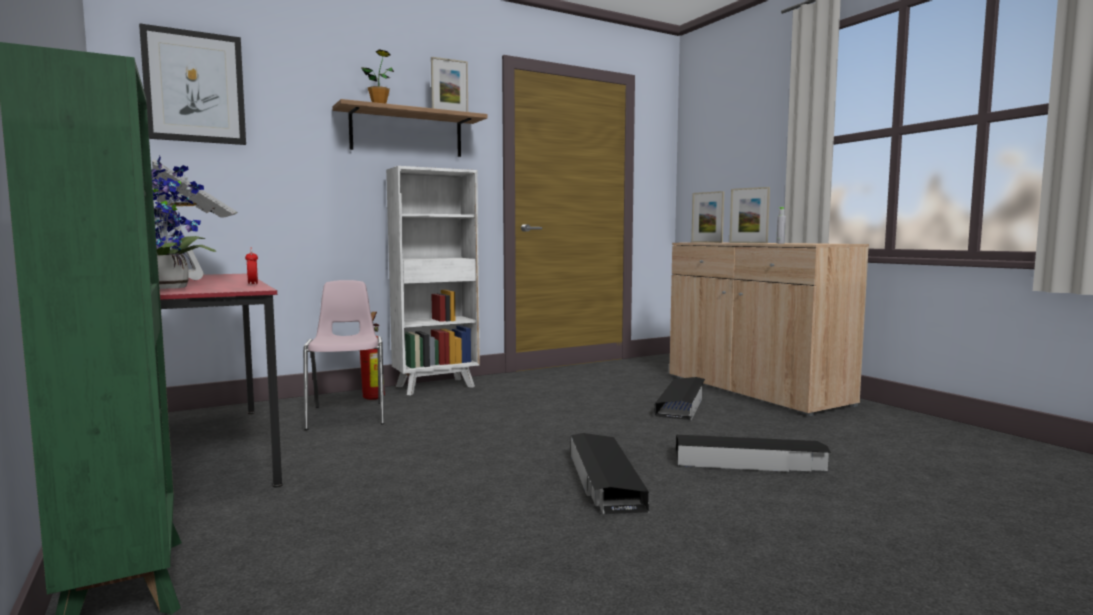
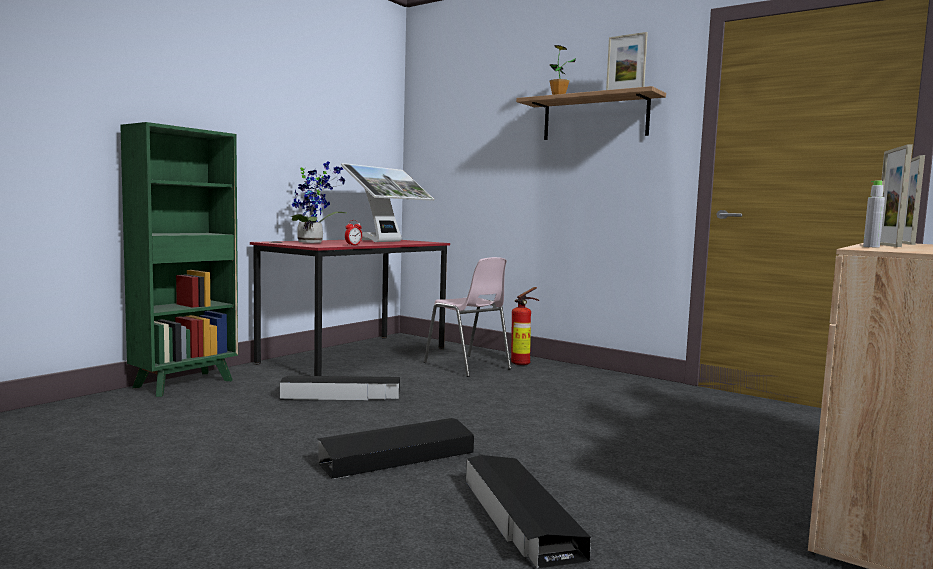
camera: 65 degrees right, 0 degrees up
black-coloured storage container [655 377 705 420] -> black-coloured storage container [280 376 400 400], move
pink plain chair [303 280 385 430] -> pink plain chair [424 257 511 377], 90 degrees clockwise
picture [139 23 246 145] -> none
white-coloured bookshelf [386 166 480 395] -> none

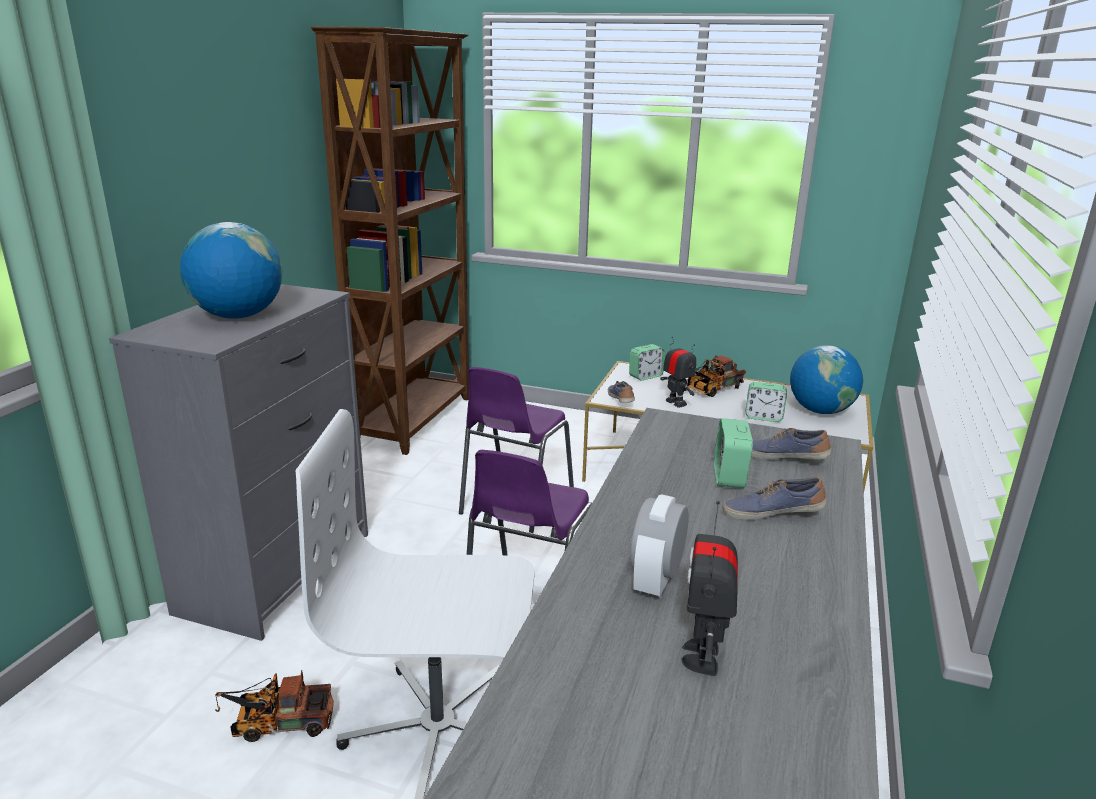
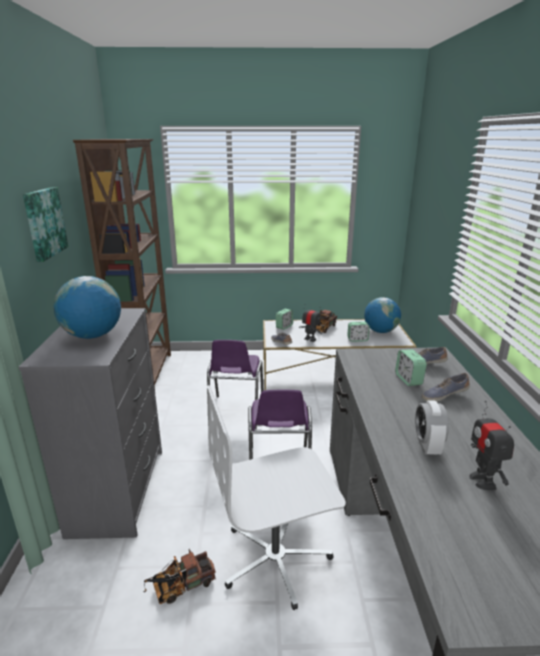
camera: 20 degrees left, 0 degrees up
none -> picture [23 187 68 262]

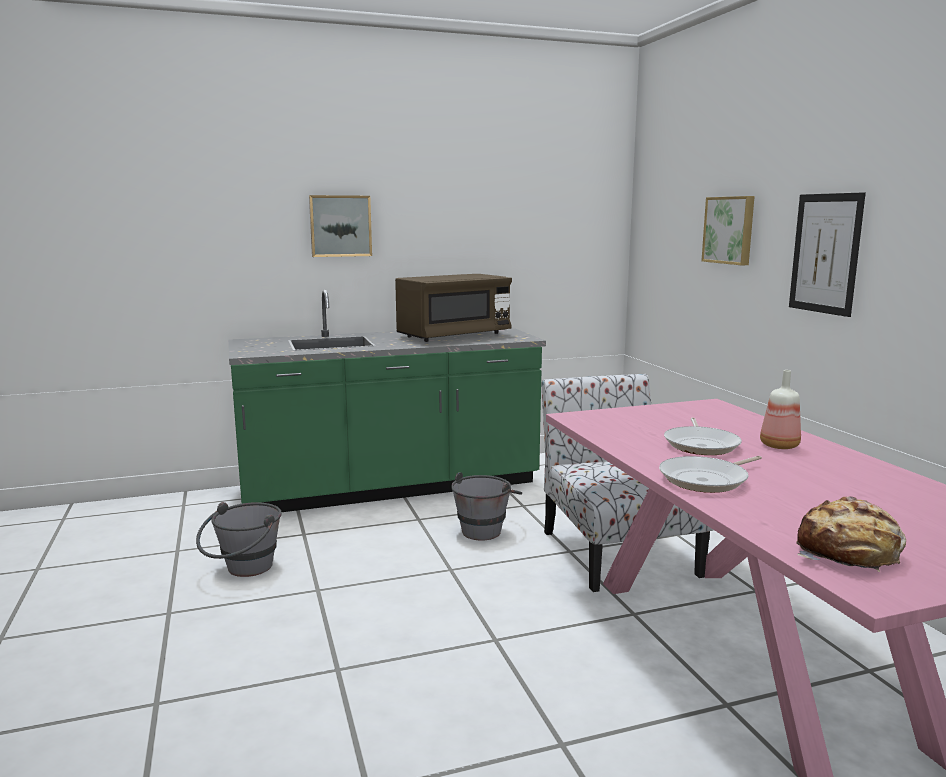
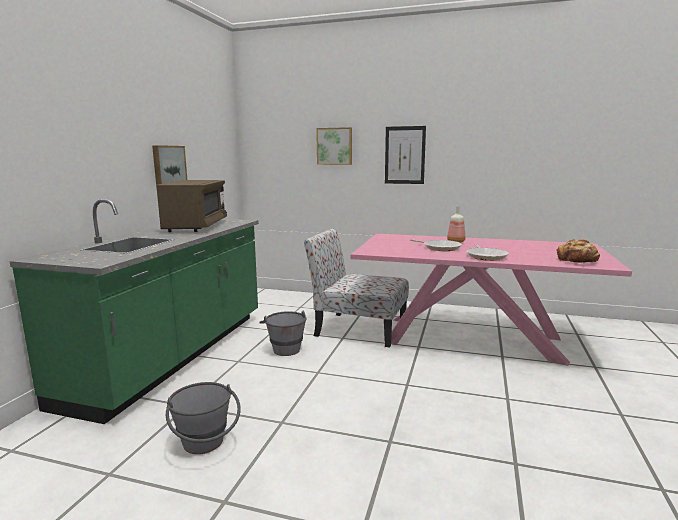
camera: 55 degrees left, 0 degrees up
picture [309 195 372 257] -> picture [152 145 187 188], move

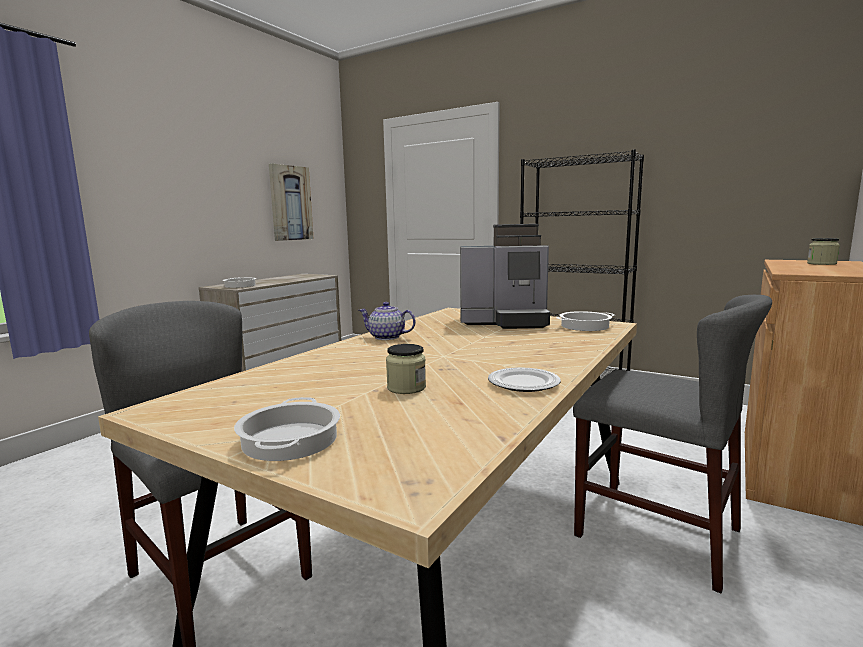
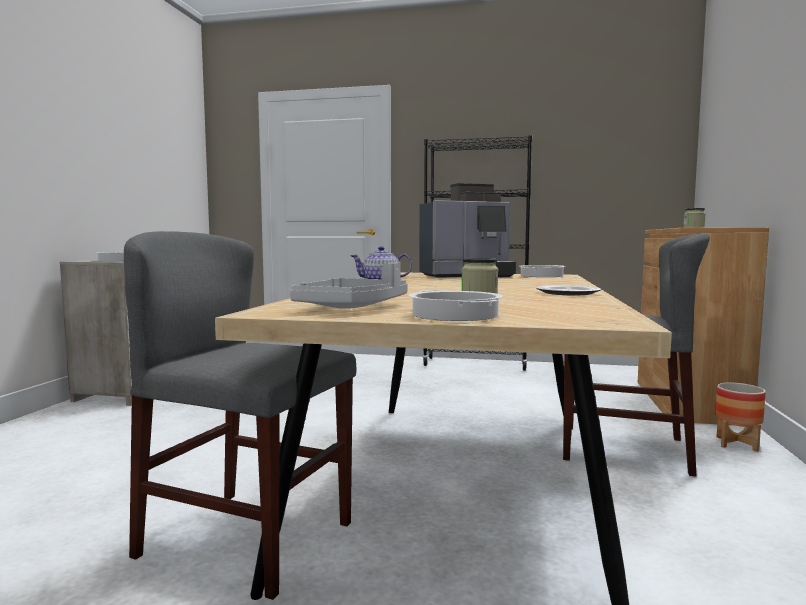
camera: 20 degrees left, 5 degrees down
none -> grey tray [290 262 408 309]
none -> planter [715 383 766 452]
picture [269 163 314 241] -> none

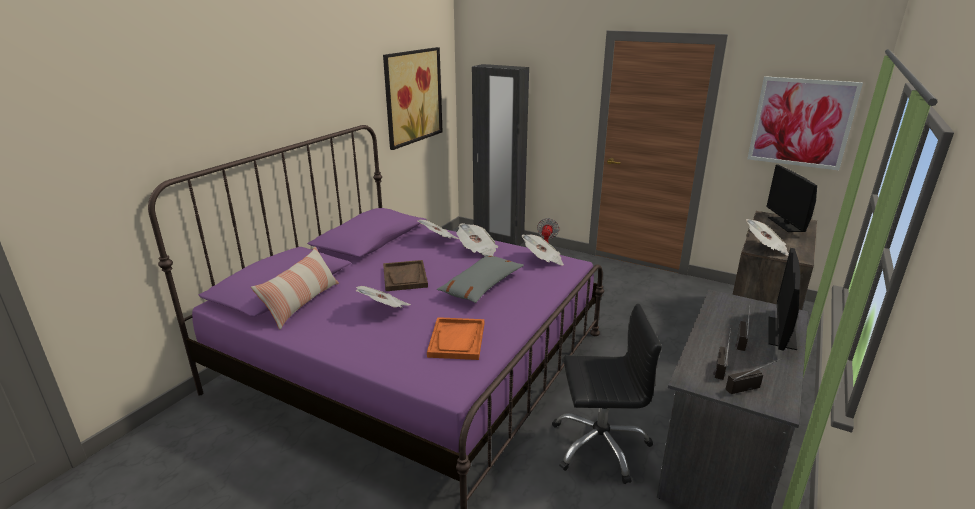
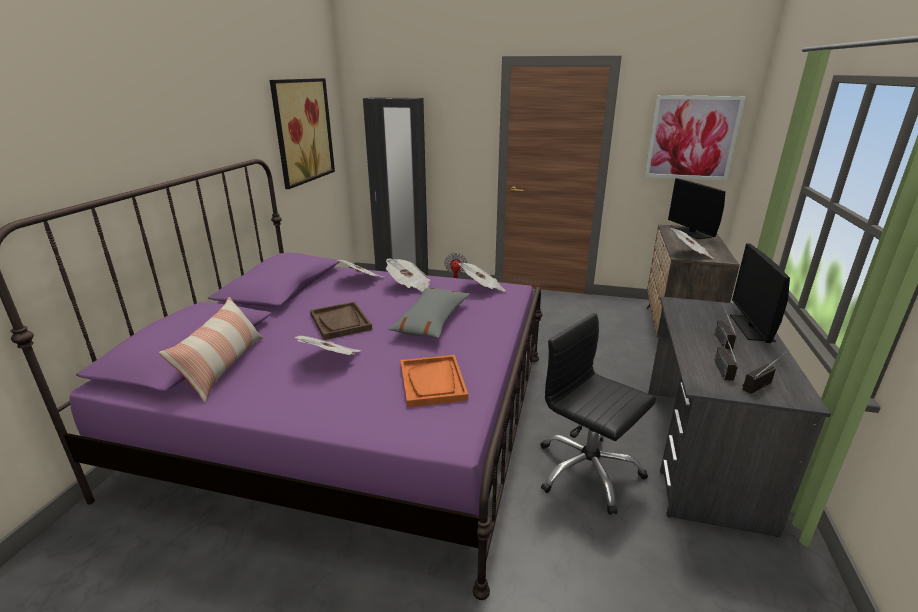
camera: 15 degrees left, 0 degrees up
black-coloured computer chair [552 304 662 484] -> black-coloured computer chair [540 313 656 515], 120 degrees counterclockwise

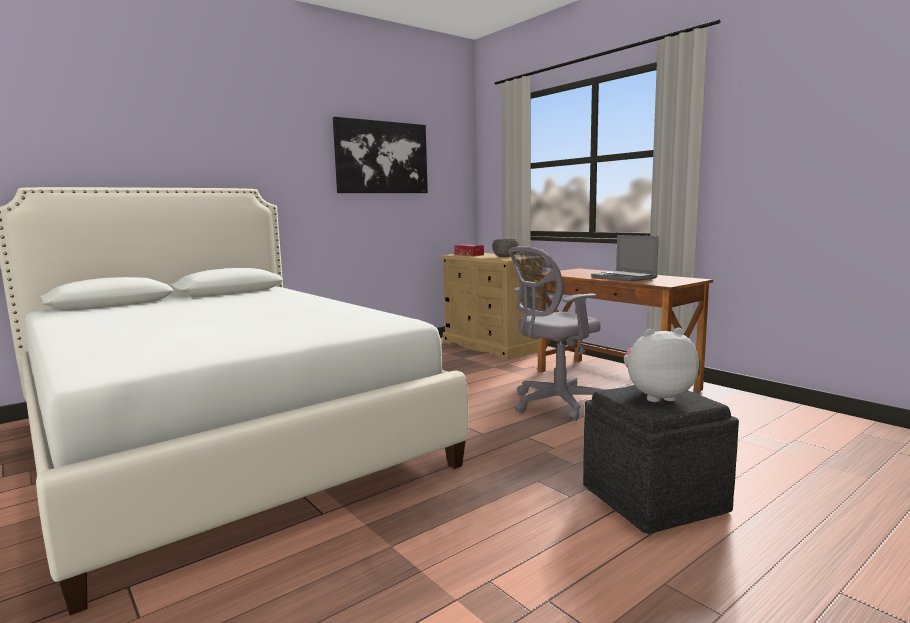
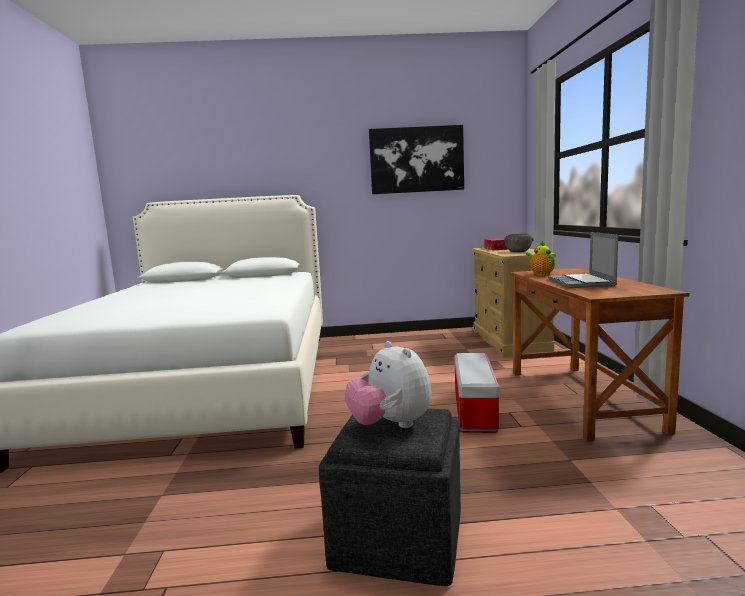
camera: 35 degrees right, 0 degrees up
plush toy [624 328 699 402] -> plush toy [345 341 432 428], 150 degrees counterclockwise
grey computer chair [508 246 607 421] -> storage container [454 353 499 433]
none -> teapot [526 241 555 275]

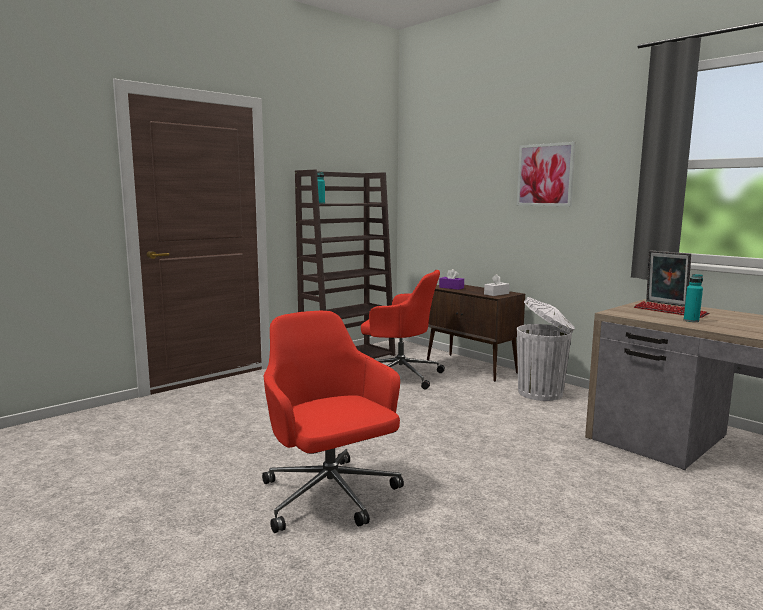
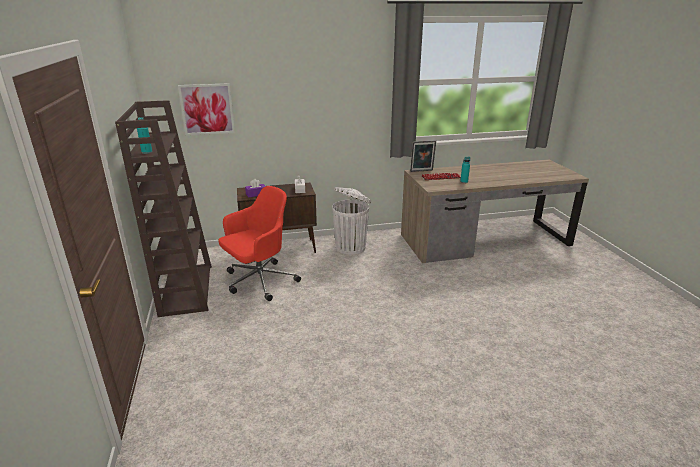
camera: 60 degrees left, 15 degrees up
picture [517 142 576 206] -> picture [178 83 235 135], move
reddish computer chair [262 311 404 533] -> none

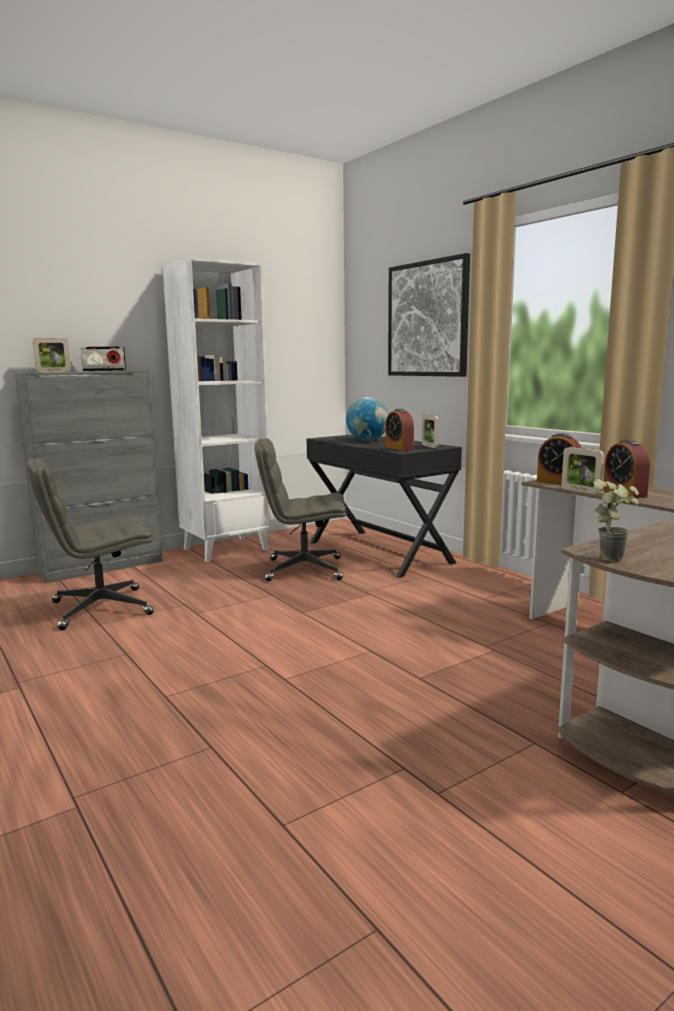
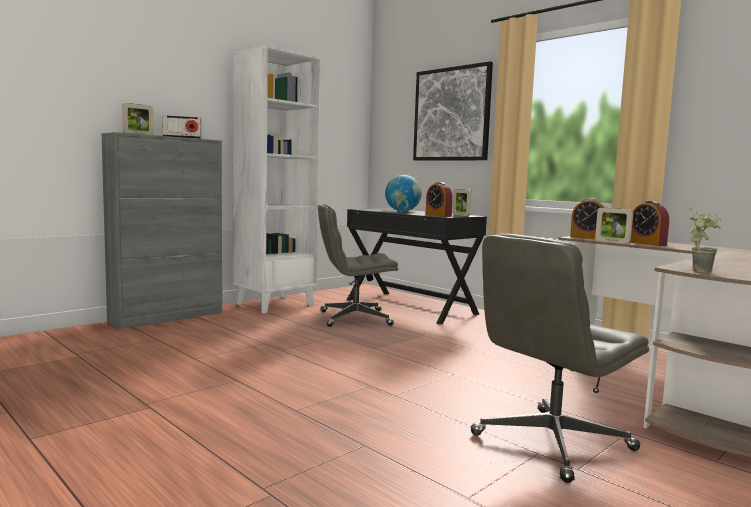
camera: 10 degrees left, 5 degrees down
grey computer chair [27 458 154 630] -> grey computer chair [471 234 649 483], move

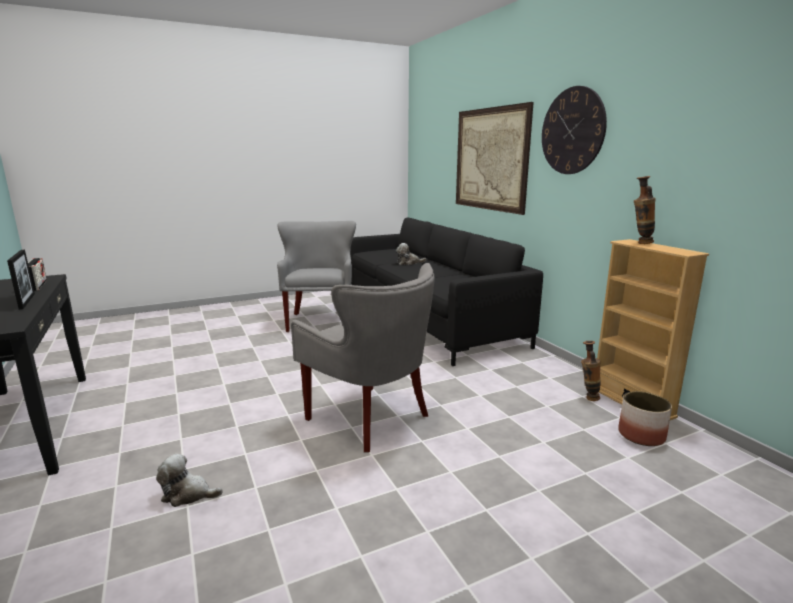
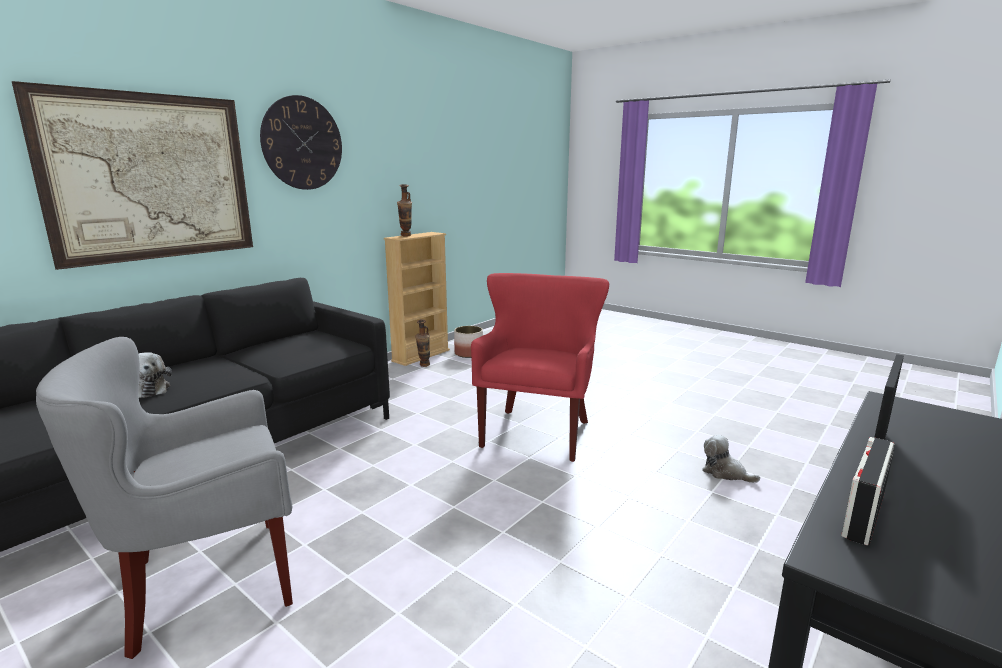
camera: 115 degrees left, 0 degrees up
grey armchair [291 263 435 452] -> reddish armchair [471 273 609 462]
plush toy [156 454 223 507] -> plush toy [702 434 760 483], 150 degrees clockwise

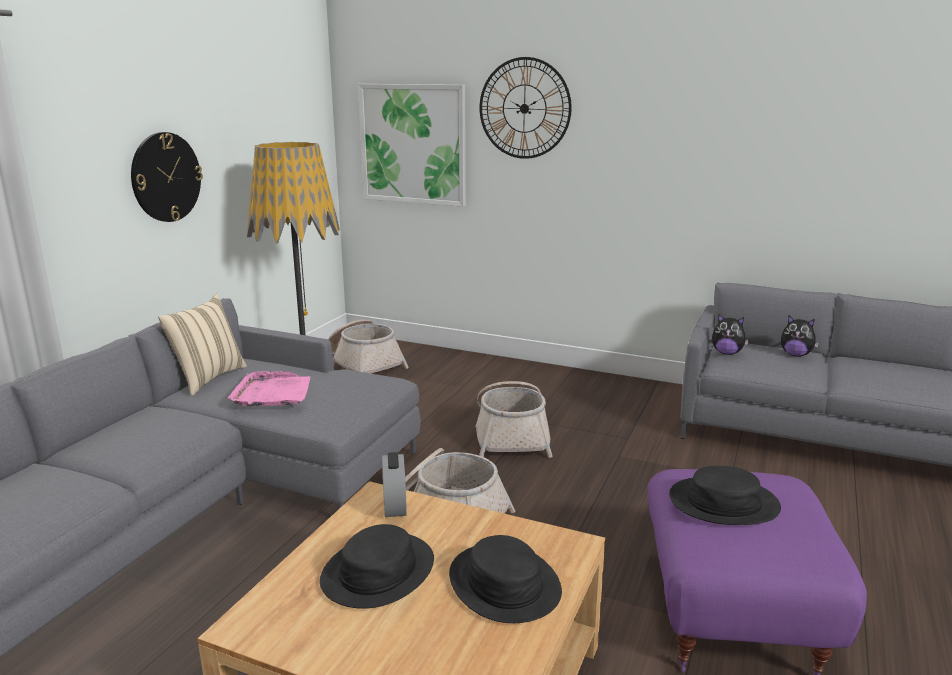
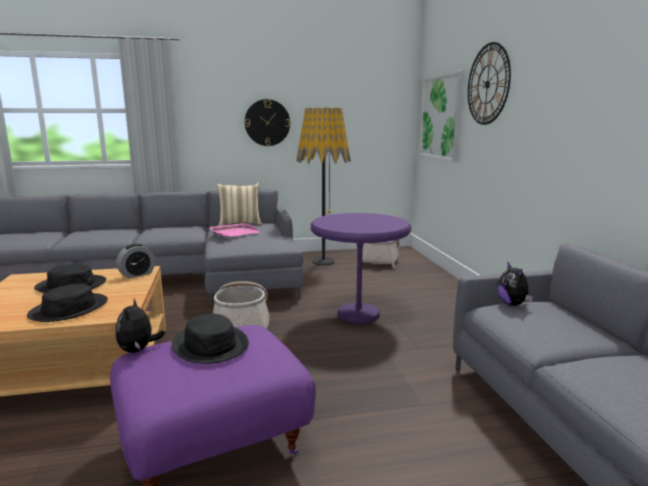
camera: 55 degrees right, 5 degrees down
plush toy [781 316 819 357] -> plush toy [115 299 165 353], move
basket [475 381 553 458] -> purple-coloured end table [311 213 411 324]

